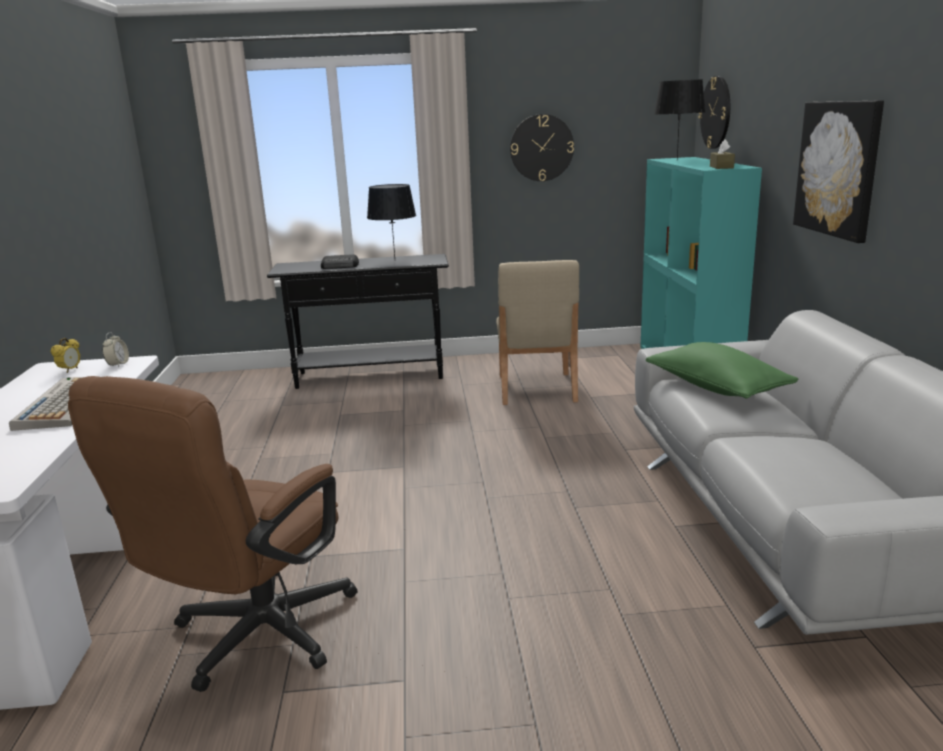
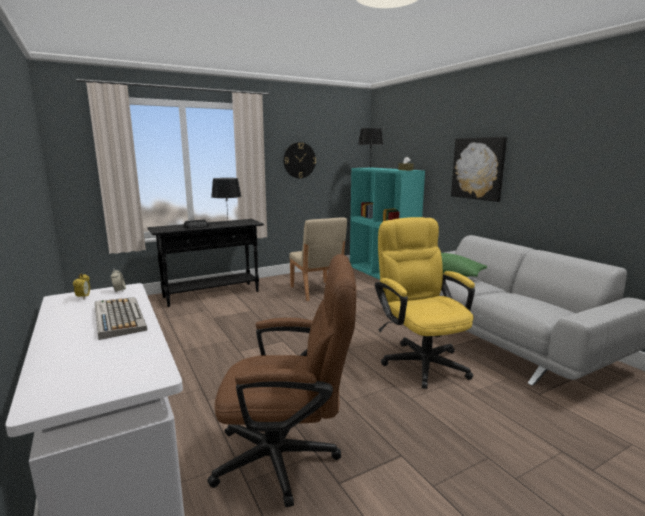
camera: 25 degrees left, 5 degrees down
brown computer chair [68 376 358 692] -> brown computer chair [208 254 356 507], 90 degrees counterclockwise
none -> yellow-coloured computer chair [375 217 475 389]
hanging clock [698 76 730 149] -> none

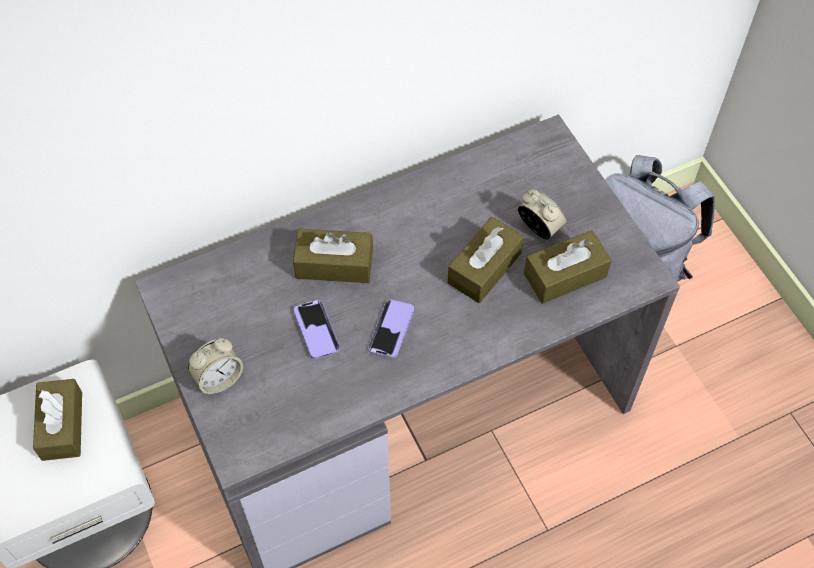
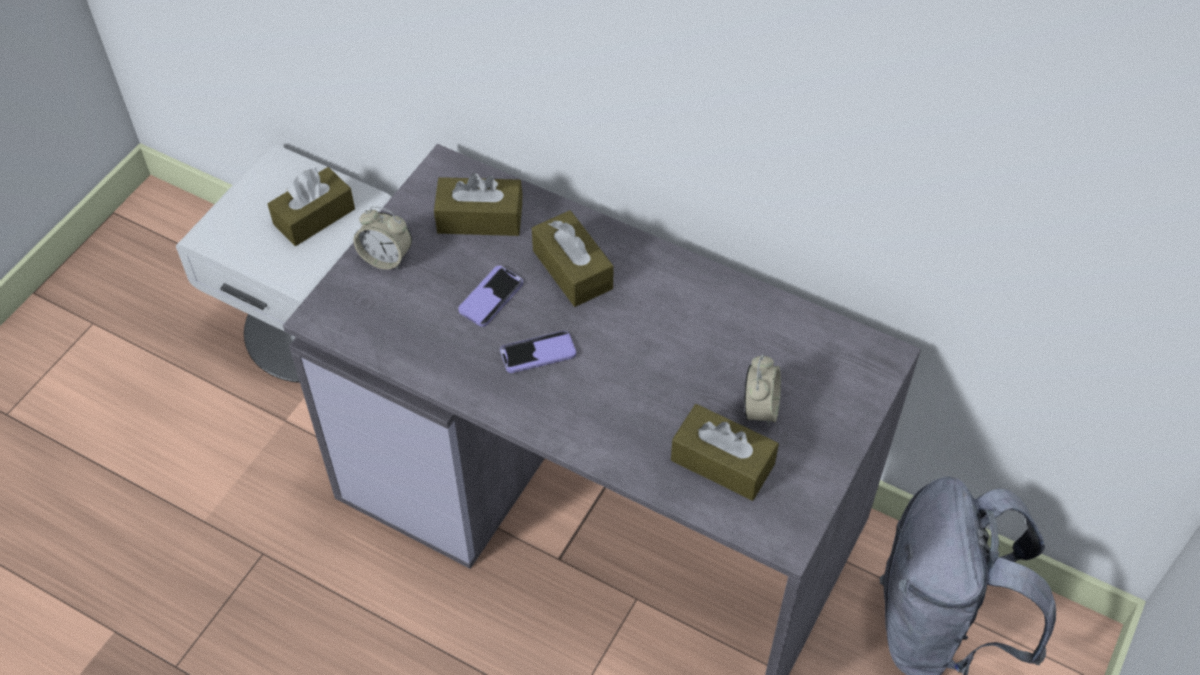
camera: 55 degrees right, 5 degrees down
brown tissue box [447 217 524 303] -> brown tissue box [434 173 523 236], move

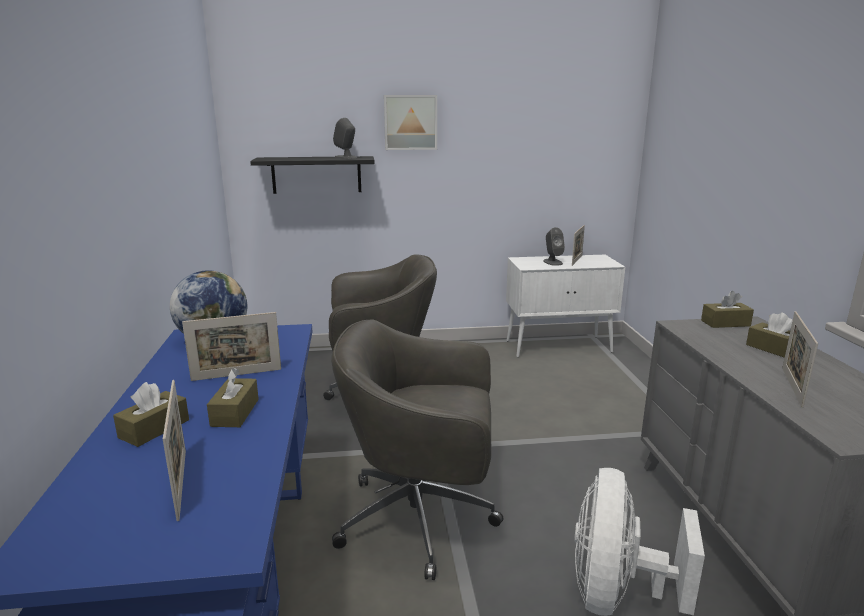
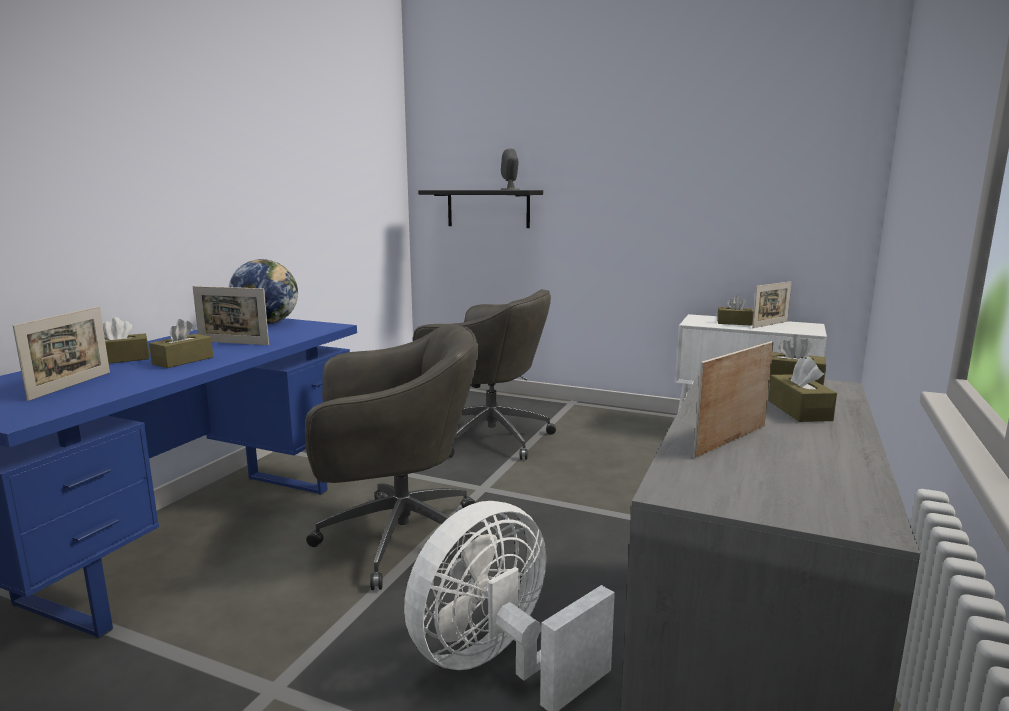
camera: 30 degrees right, 5 degrees down
grey computer chair [331 320 503 580] -> grey computer chair [305 324 478 590], 135 degrees clockwise
grey audio speaker [543 227 565 266] -> brown tissue box [717 296 754 326]
picture [384 95 437 150] -> none

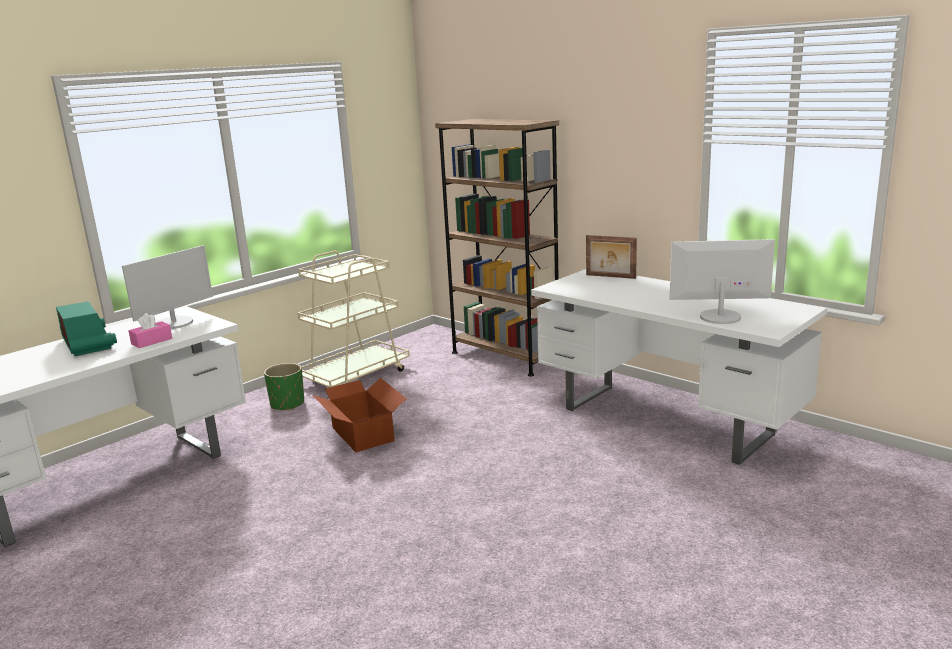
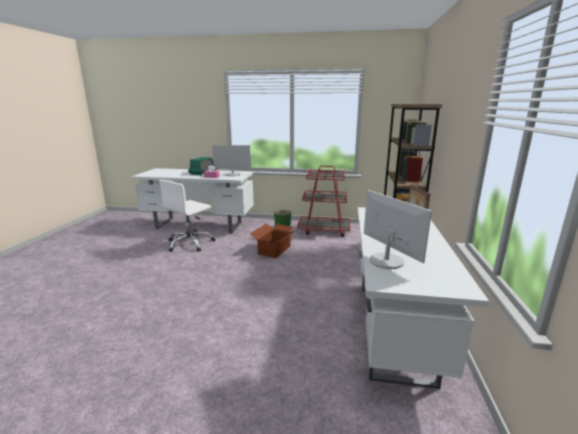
camera: 55 degrees right, 0 degrees up
none -> white-coloured computer chair [159 179 215 252]
beige wheeled cart [297 251 410 388] -> reddish wheeled cart [297 166 350 237]

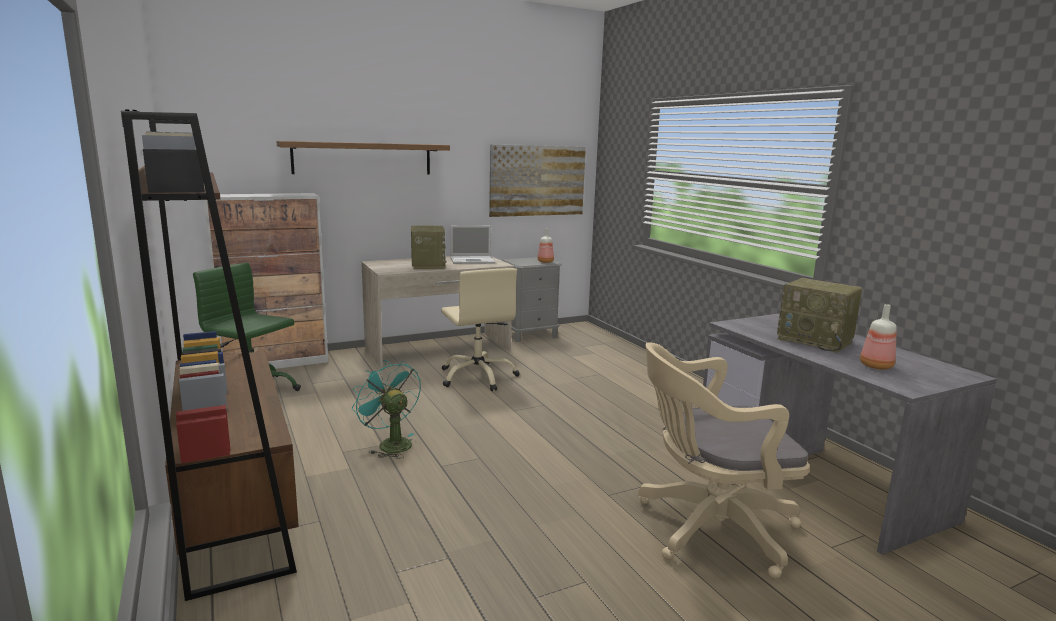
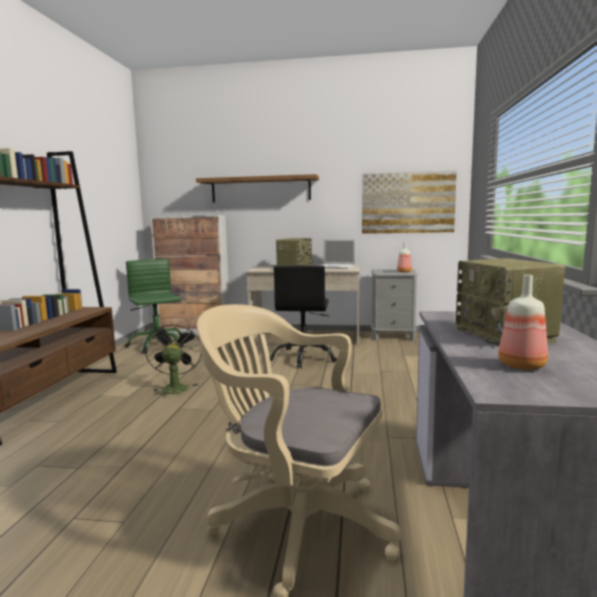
camera: 35 degrees right, 5 degrees down
blue-green fan [352 360 421 459] -> black-coloured fan [145 322 202 398]
beige computer chair [441 268 520 391] -> black-coloured computer chair [270 265 337 369]

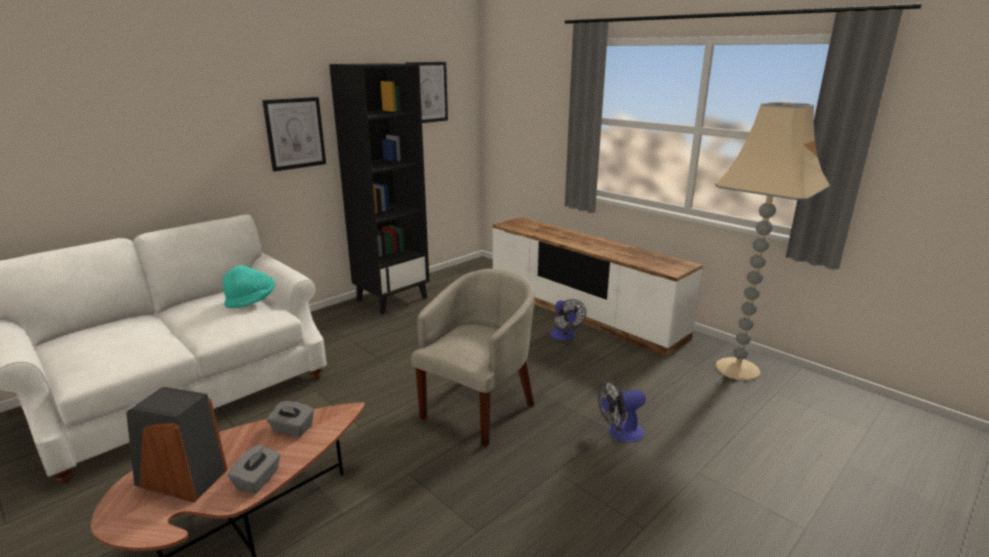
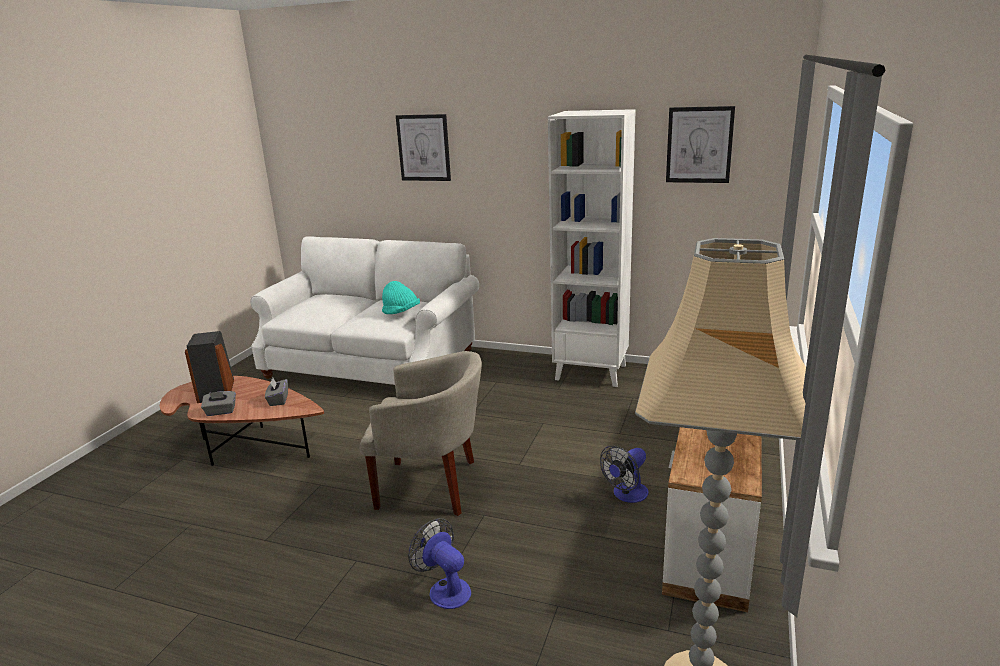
camera: 65 degrees right, 0 degrees up
picture [262 97 326 171] -> picture [396 114 451 181], move
black-coloured bookshelf [329 63 429 314] -> white-coloured bookshelf [548 109 636 387]

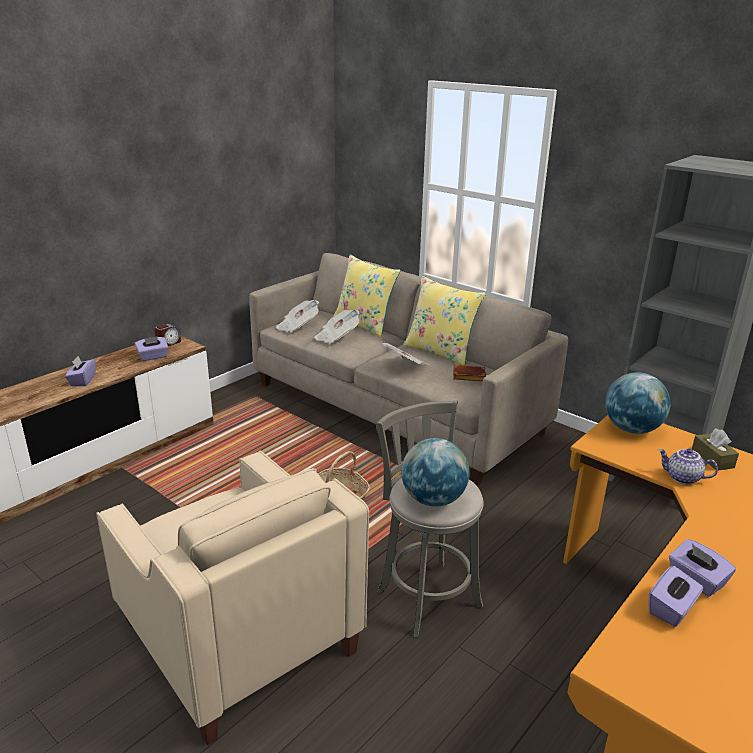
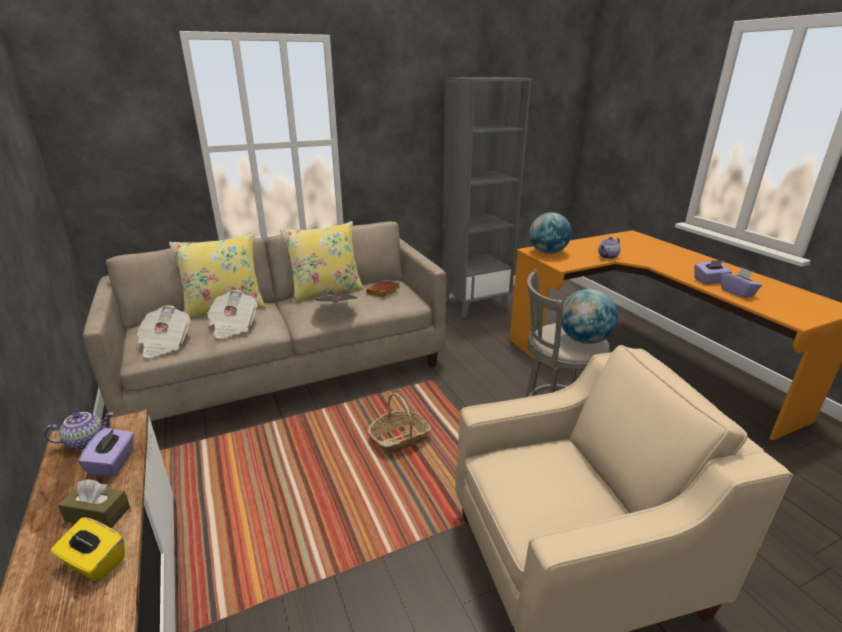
camera: 65 degrees left, 0 degrees up
bedside clock [154 324 181 346] -> teapot [44 412 114 450]
purple-coloured tissue box [65 356 96 386] -> yellow-coloured tissue box [51 517 125 582]
brown tissue box [692 428 739 470] -> brown tissue box [58 479 130 528], move

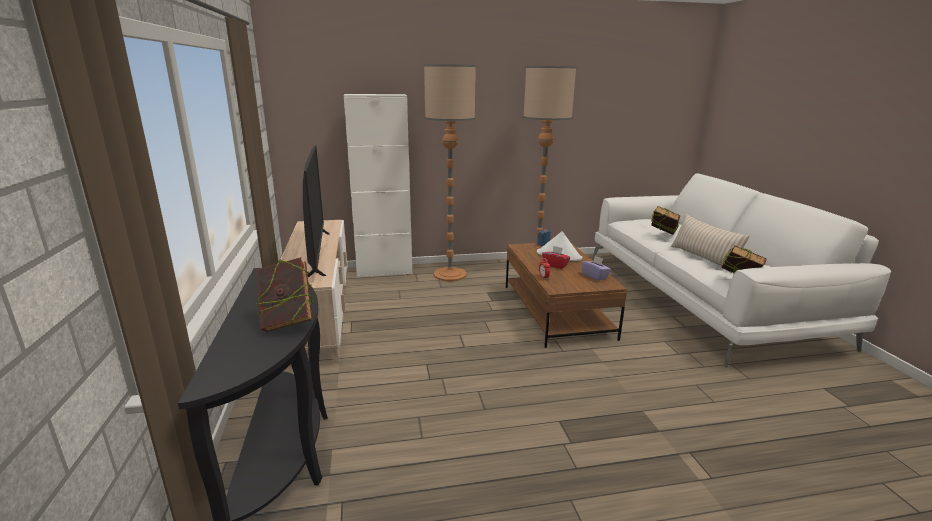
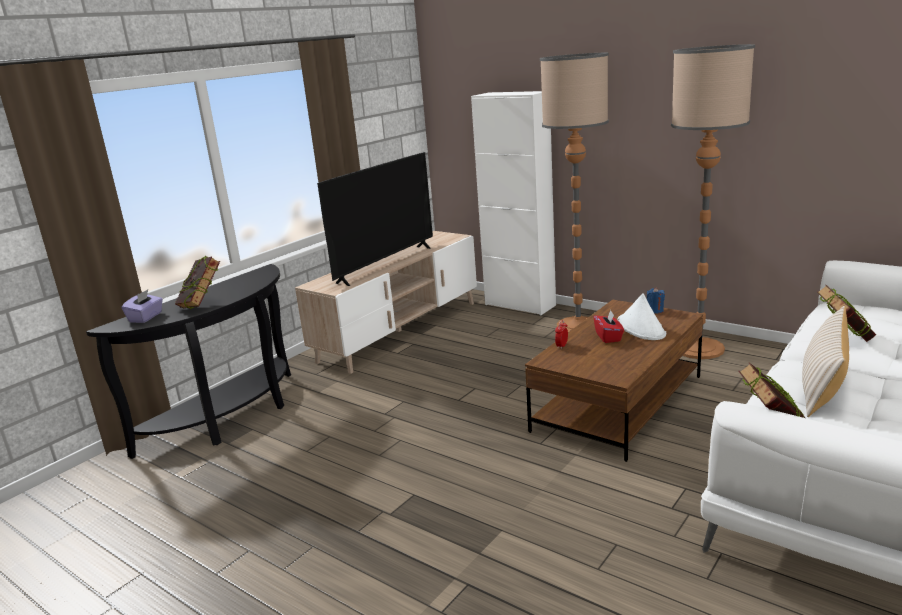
camera: 50 degrees right, 0 degrees up
purple-coloured tissue box [581 256 611 281] -> purple-coloured tissue box [122 289 163 323], move

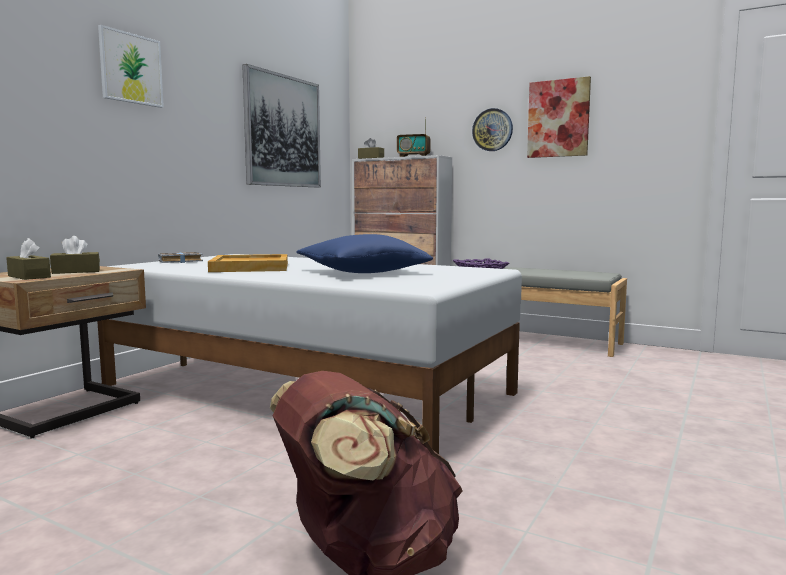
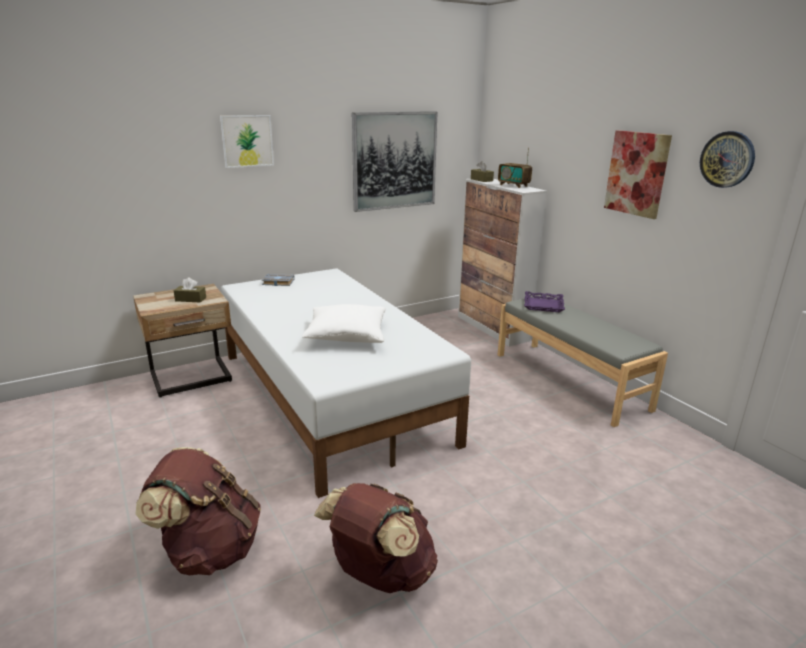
camera: 30 degrees right, 15 degrees up
bluish pillow [296 234 433 273] -> white-coloured pillow [302 304 386 343]
none -> brown backpack [314 483 438 593]
hanging clock [472 108 513 151] -> hanging clock [700 131 755 188], move
brown tissue box [6 238 51 280] -> none
beige tray [208 254 288 272] -> none

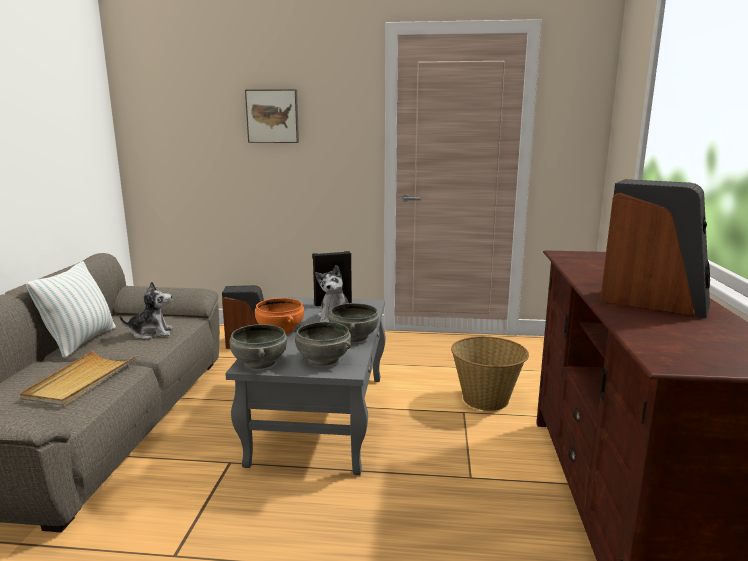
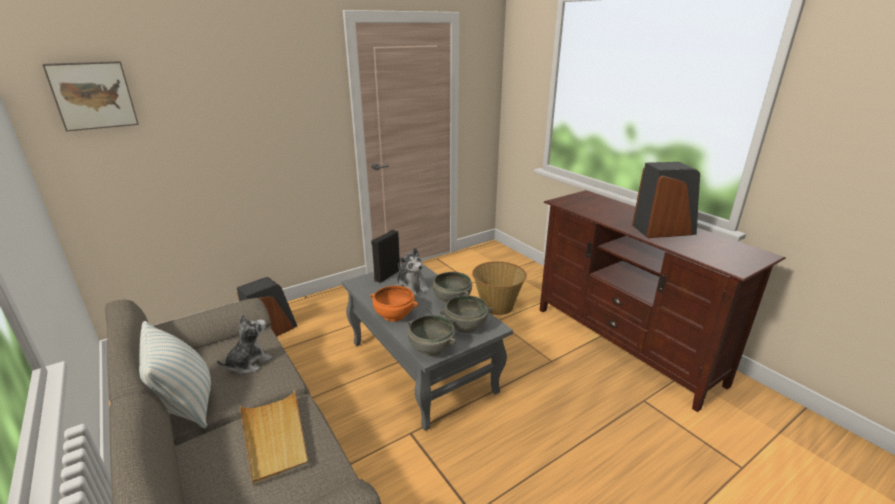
camera: 40 degrees left, 10 degrees up
picture [245 89 299 143] -> picture [42 61 139 131], move

